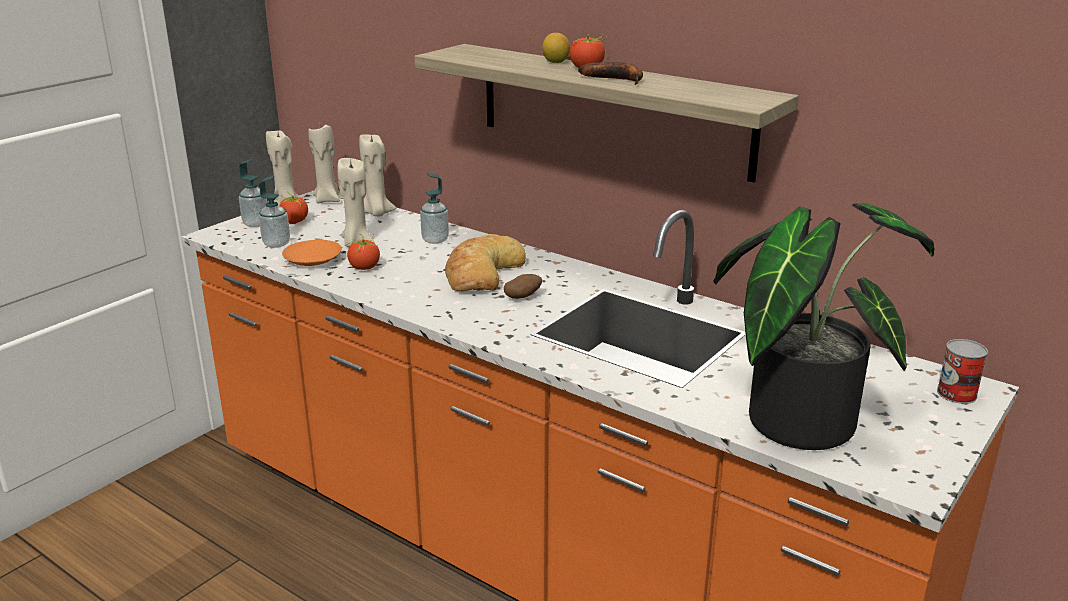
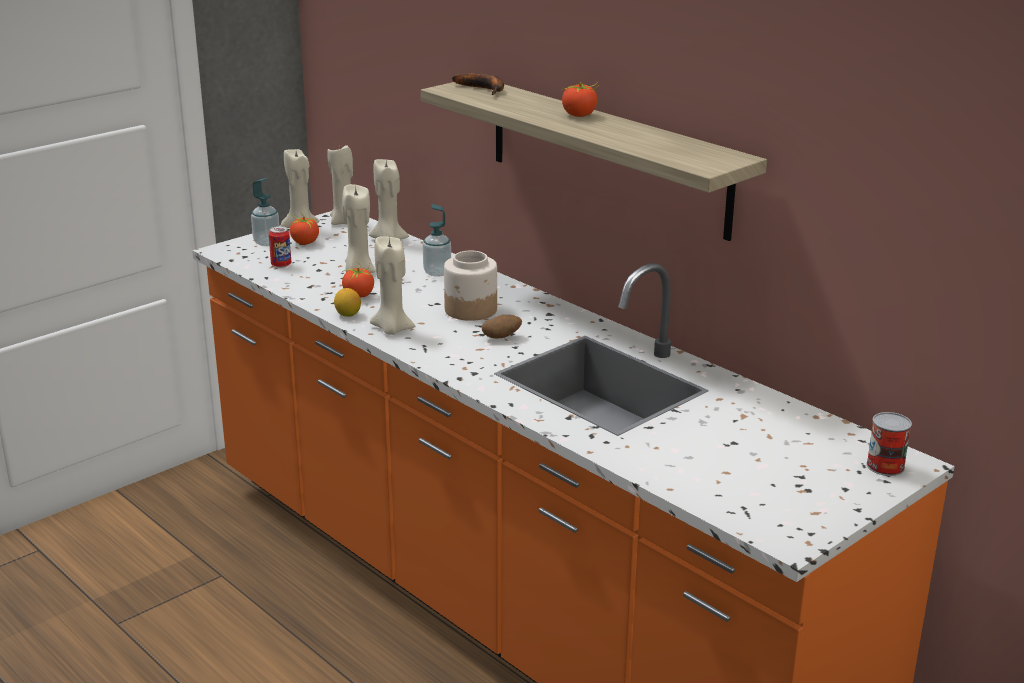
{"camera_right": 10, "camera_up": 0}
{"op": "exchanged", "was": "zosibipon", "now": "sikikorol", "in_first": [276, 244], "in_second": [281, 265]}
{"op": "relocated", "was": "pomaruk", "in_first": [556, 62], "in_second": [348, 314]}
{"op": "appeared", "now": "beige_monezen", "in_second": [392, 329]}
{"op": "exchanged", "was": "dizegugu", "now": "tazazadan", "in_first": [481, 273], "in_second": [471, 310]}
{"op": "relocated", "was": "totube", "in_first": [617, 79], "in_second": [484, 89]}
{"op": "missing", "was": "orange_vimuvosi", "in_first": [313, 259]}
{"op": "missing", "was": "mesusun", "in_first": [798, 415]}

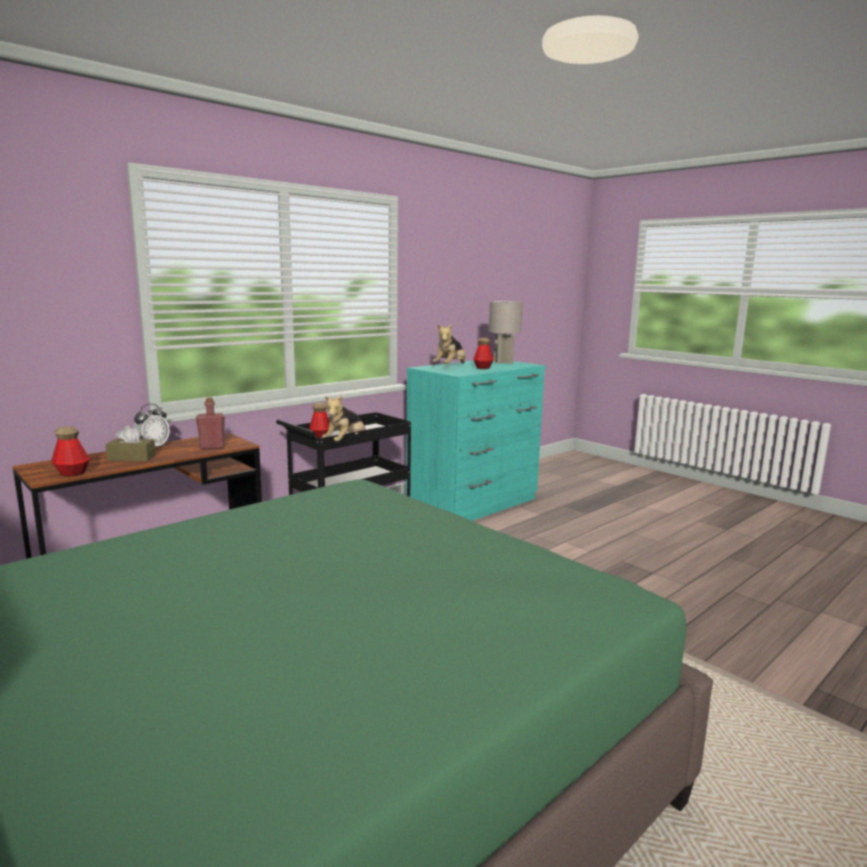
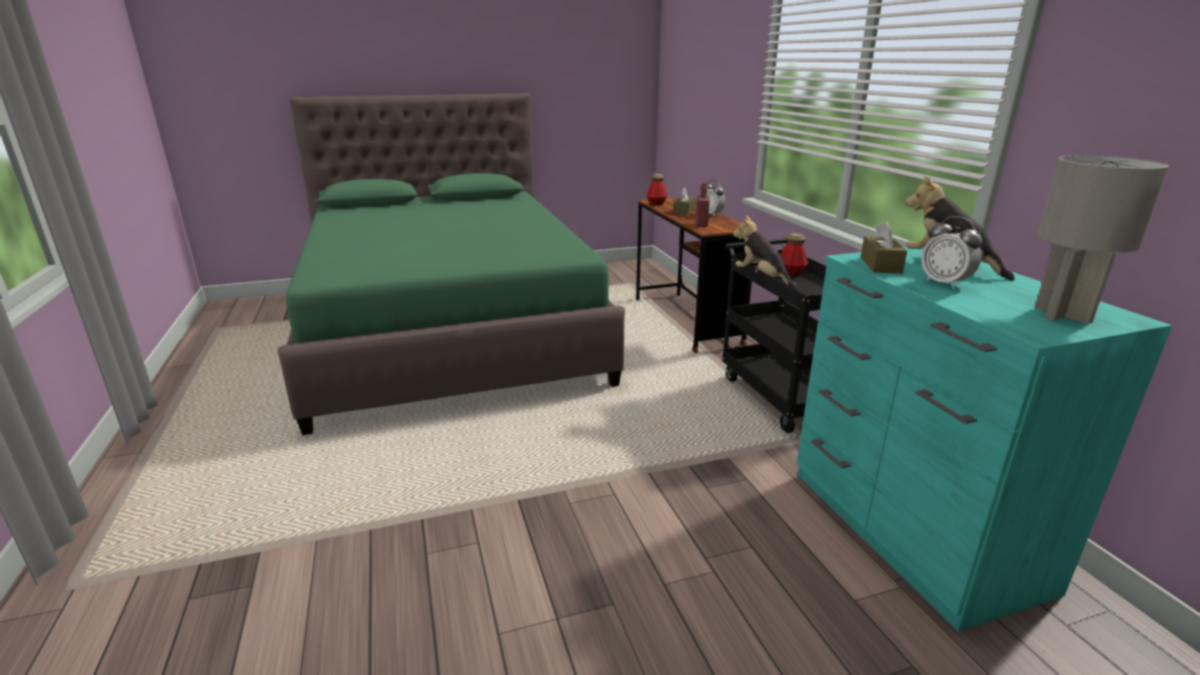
{"camera_right": 115, "camera_up": 10}
{"op": "appeared", "now": "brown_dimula", "in_second": [880, 265]}
{"op": "exchanged", "was": "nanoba", "now": "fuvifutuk", "in_first": [483, 368], "in_second": [944, 283]}

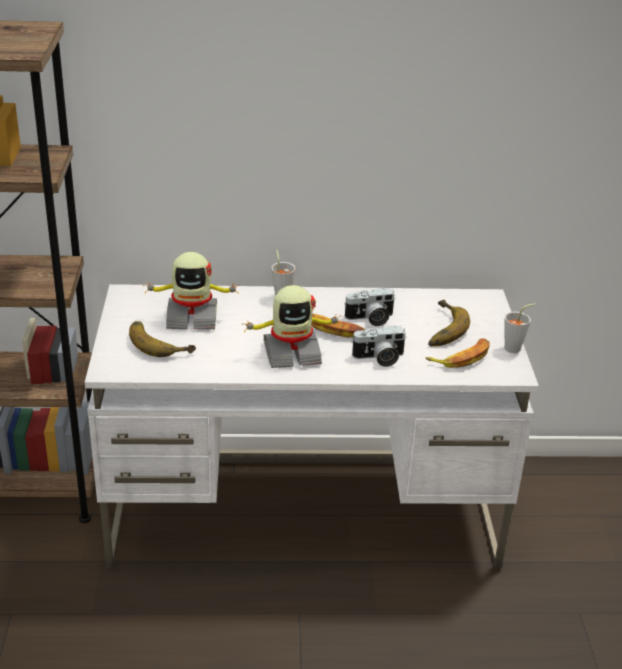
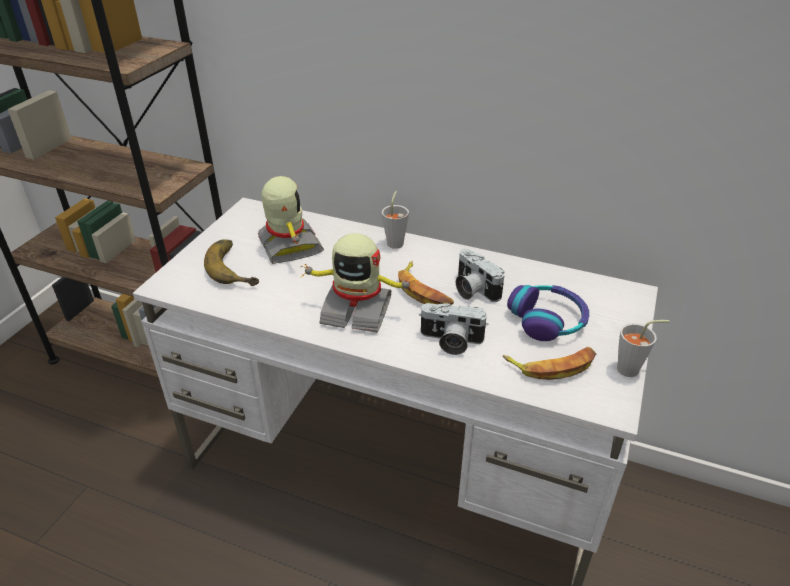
{"camera_right": 25, "camera_up": 5}
{"op": "spun", "was": "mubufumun", "in_first": [192, 317], "in_second": [288, 246], "clockwise": -135}
{"op": "spun", "was": "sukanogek", "in_first": [370, 319], "in_second": [472, 289], "clockwise": 45}
{"op": "exchanged", "was": "totube", "now": "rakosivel", "in_first": [439, 328], "in_second": [548, 320]}

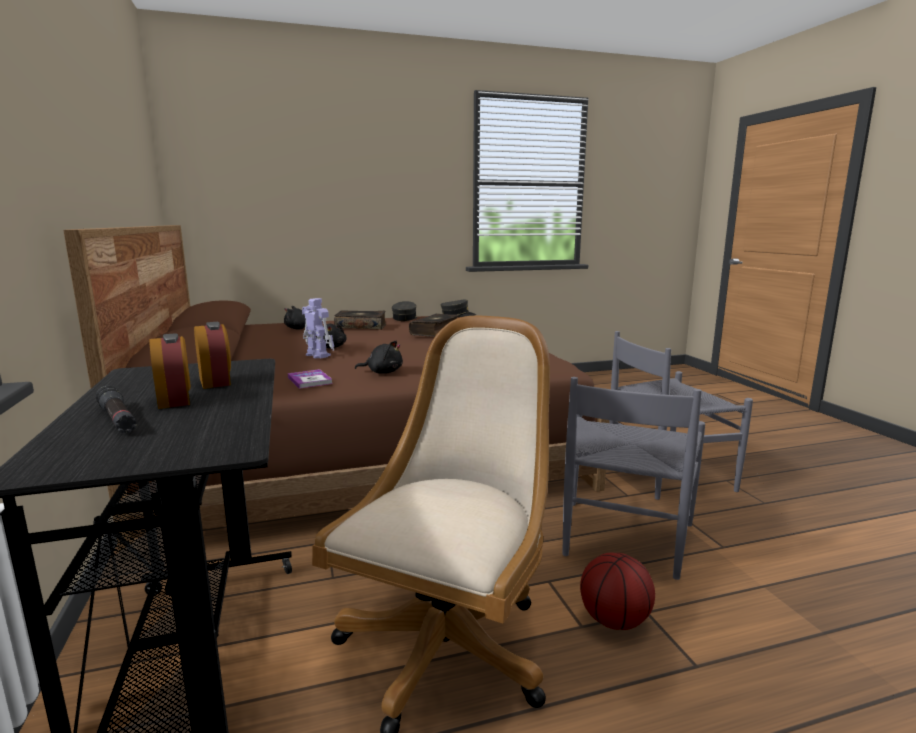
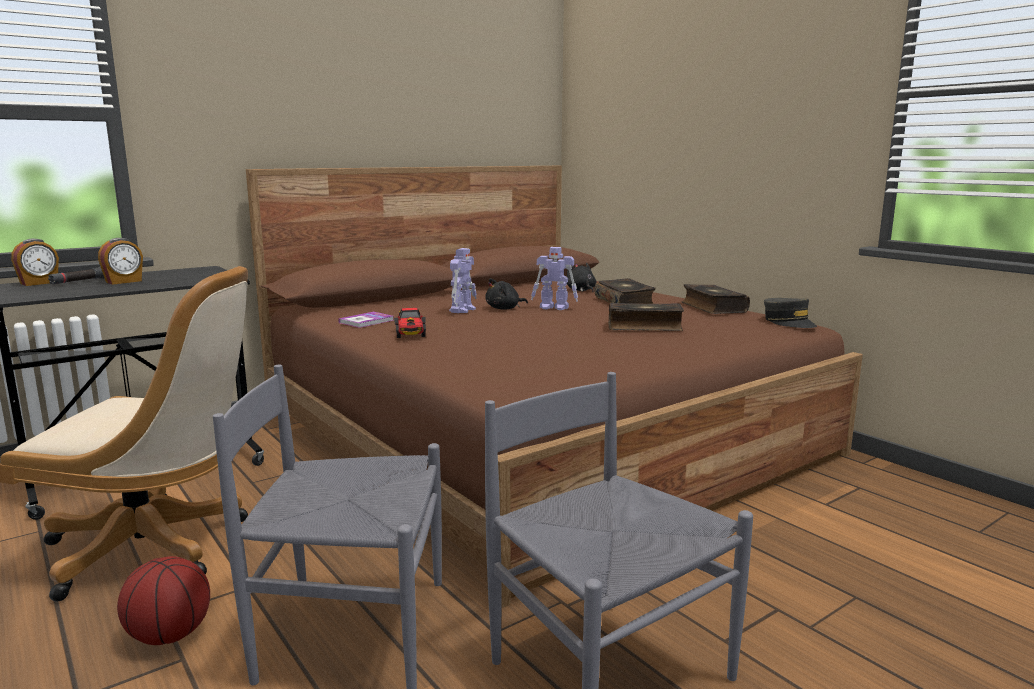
{"camera_right": 70, "camera_up": 0}
{"op": "relocated", "was": "fuvifutuk", "in_first": [216, 382], "in_second": [39, 283]}
{"op": "exchanged", "was": "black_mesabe", "now": "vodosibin", "in_first": [382, 372], "in_second": [410, 334]}
{"op": "appeared", "now": "mubufumun", "in_second": [554, 307]}
{"op": "exchanged", "was": "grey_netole", "now": "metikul", "in_first": [404, 318], "in_second": [712, 308]}

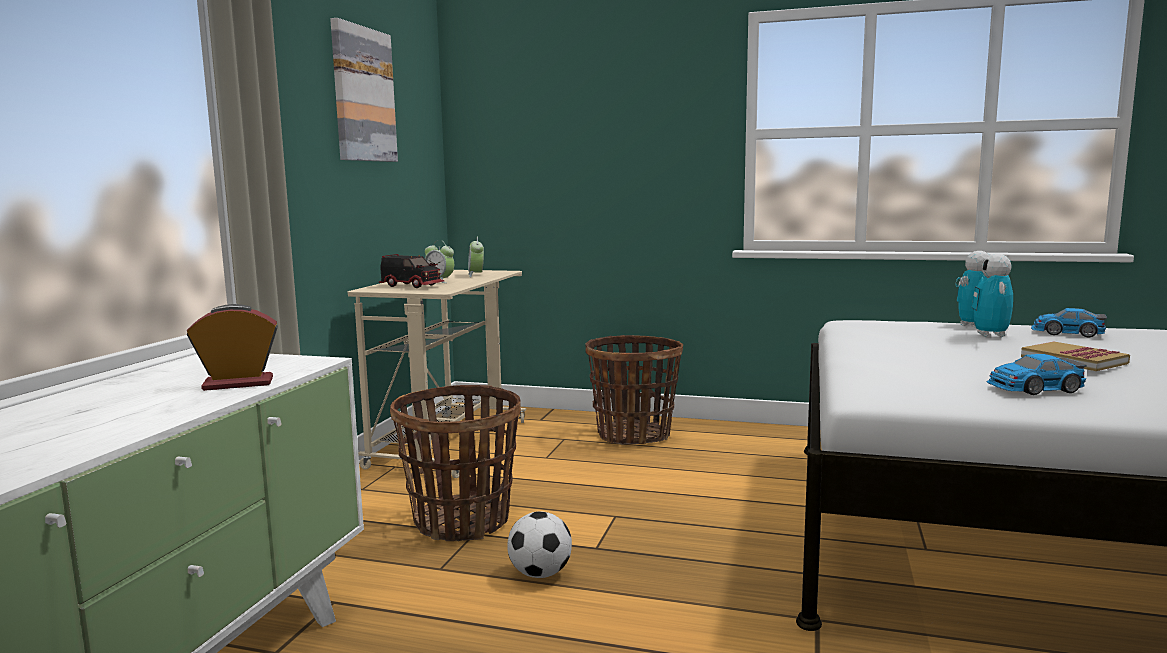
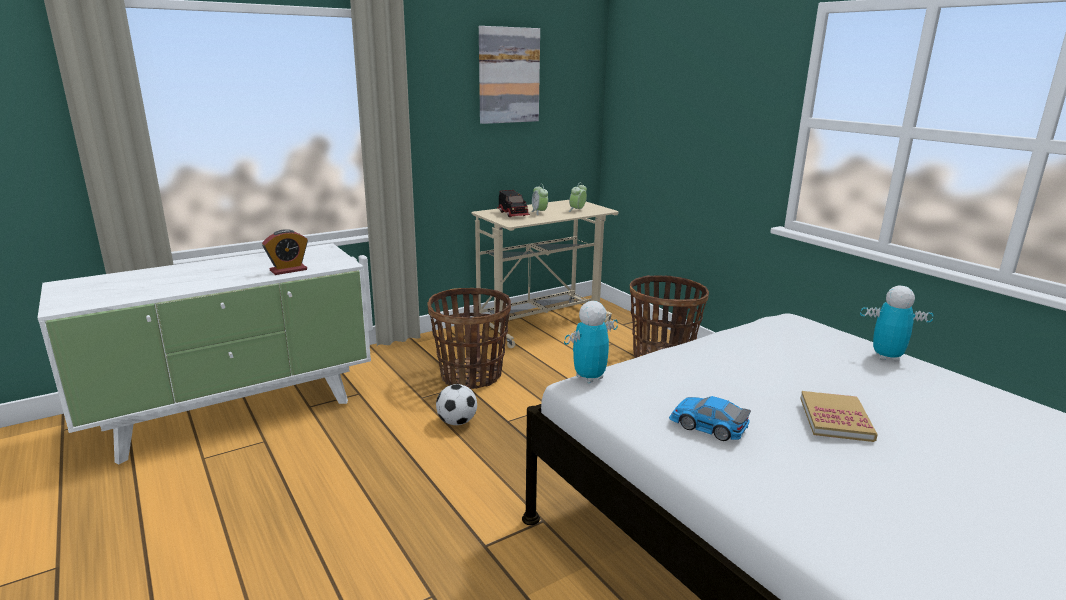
{"camera_right": 40, "camera_up": 10}
{"op": "spun", "was": "fuvifutuk", "in_first": [238, 384], "in_second": [288, 270], "clockwise": 120}
{"op": "relocated", "was": "mubufumun", "in_first": [990, 335], "in_second": [589, 378]}
{"op": "missing", "was": "vodosibin", "in_first": [1066, 333]}

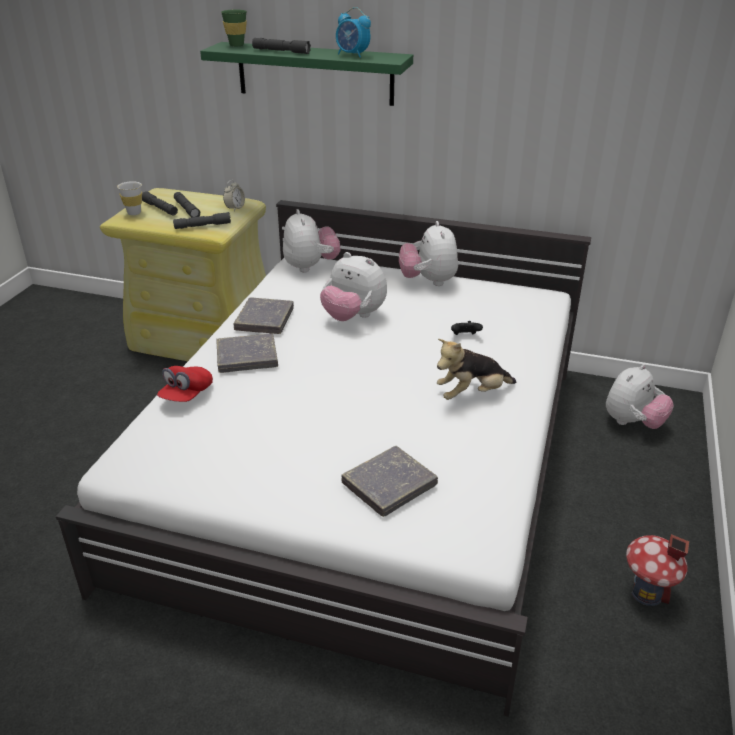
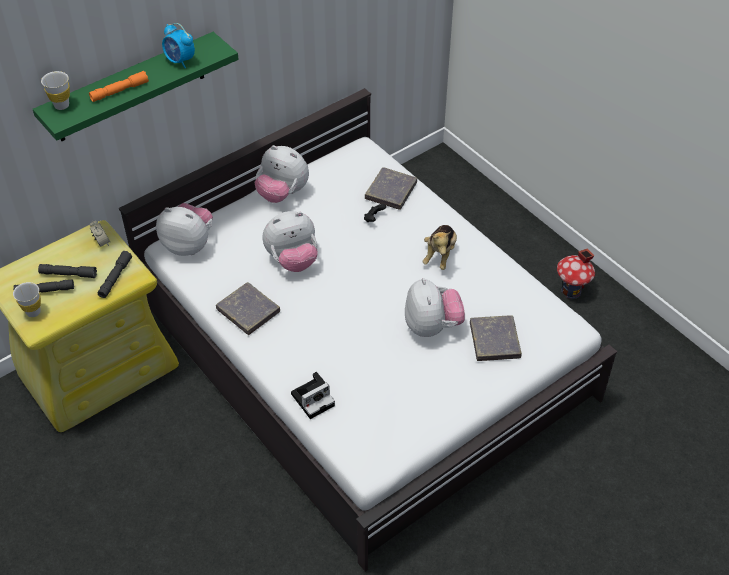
{"camera_right": -55, "camera_up": 15}
{"op": "colour", "was": "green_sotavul", "now": "white_sotavul", "in_first": [236, 45], "in_second": [61, 105]}
{"op": "colour", "was": "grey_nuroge", "now": "orange_nuroge", "in_first": [281, 51], "in_second": [119, 91]}
{"op": "spun", "was": "fuvifutuk", "in_first": [352, 55], "in_second": [180, 61], "clockwise": 60}
{"op": "exchanged", "was": "red_netole", "now": "sukanogek", "in_first": [186, 395], "in_second": [314, 398]}
{"op": "relocated", "was": "grey_metikul", "in_first": [247, 357], "in_second": [391, 191]}
{"op": "relocated", "was": "mesabe", "in_first": [632, 423], "in_second": [432, 326]}

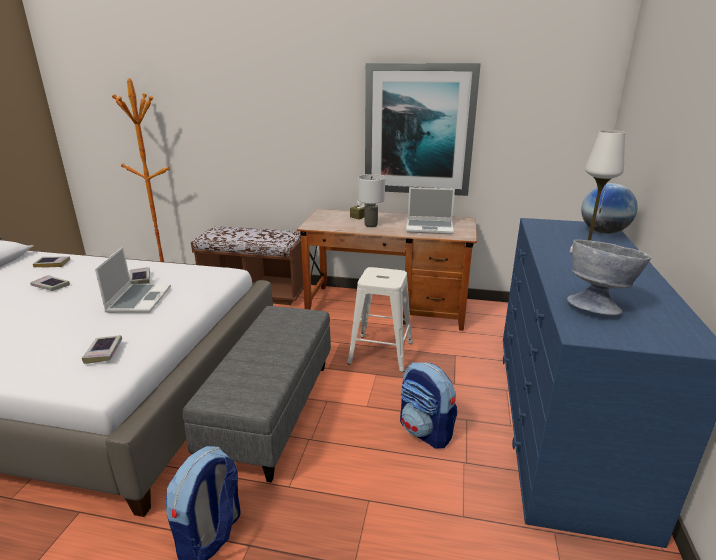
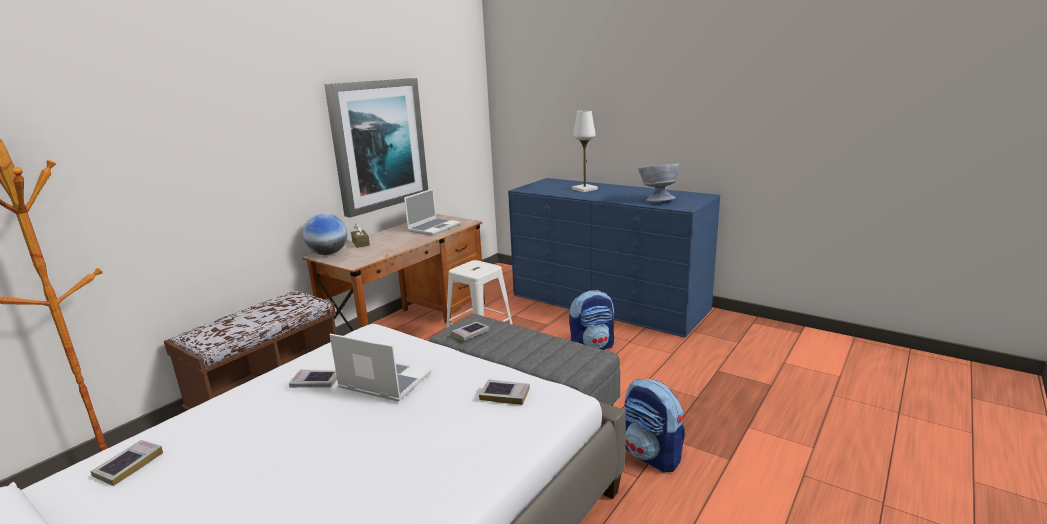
{"camera_right": -65, "camera_up": -5}
{"op": "relocated", "was": "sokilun", "in_first": [603, 232], "in_second": [328, 254]}
{"op": "relocated", "was": "metikul", "in_first": [50, 286], "in_second": [471, 334]}
{"op": "missing", "was": "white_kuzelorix", "in_first": [371, 225]}

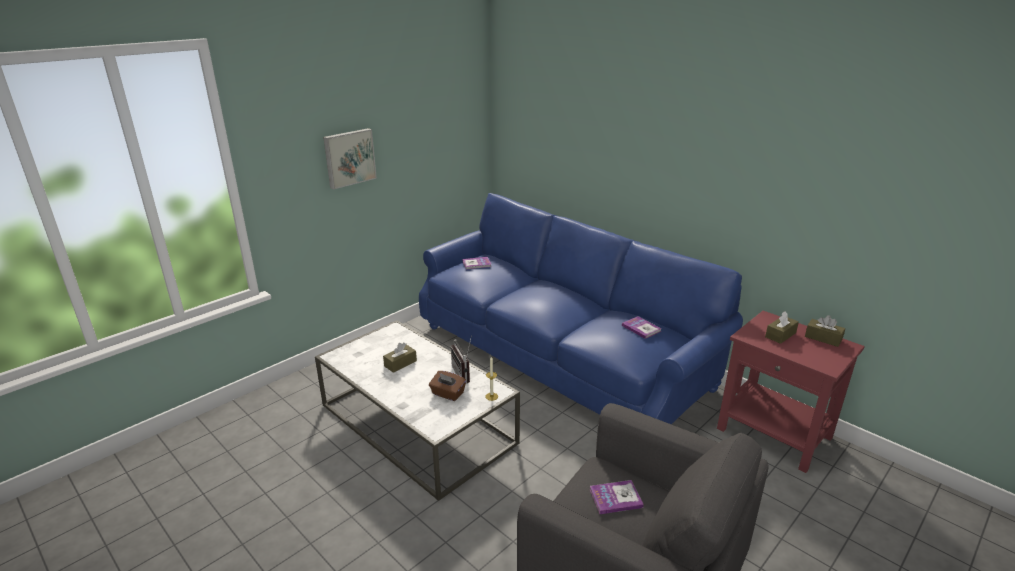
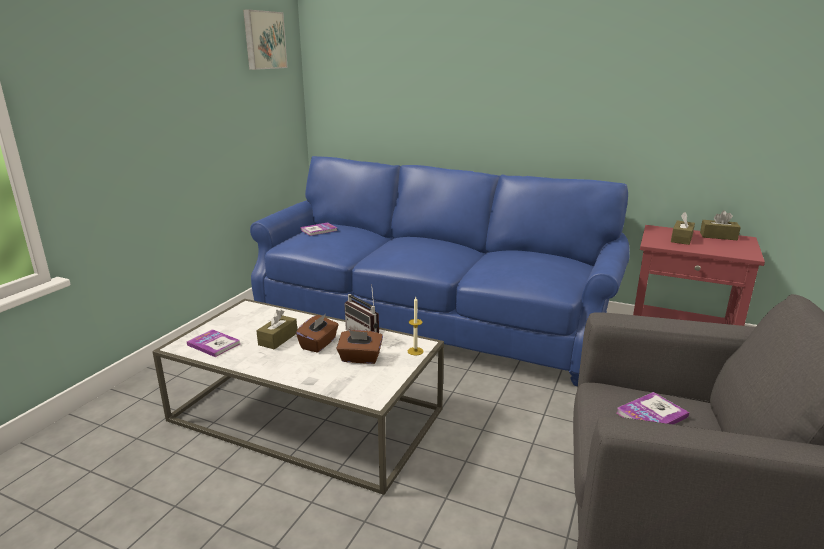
{"camera_right": -20, "camera_up": -5}
{"op": "relocated", "was": "metikul", "in_first": [641, 328], "in_second": [214, 344]}
{"op": "relocated", "was": "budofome", "in_first": [349, 157], "in_second": [263, 40]}
{"op": "appeared", "now": "brown_dimula", "in_second": [319, 344]}

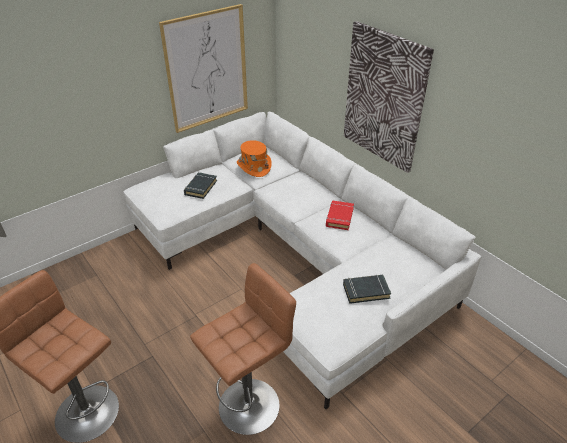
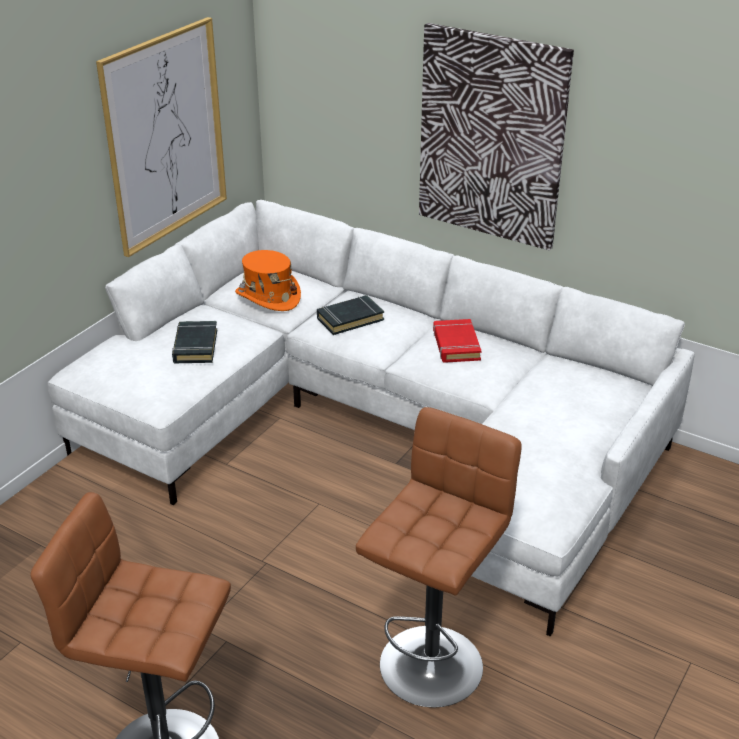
{"camera_right": -20, "camera_up": -5}
{"op": "relocated", "was": "black_metikul", "in_first": [366, 291], "in_second": [350, 319]}

